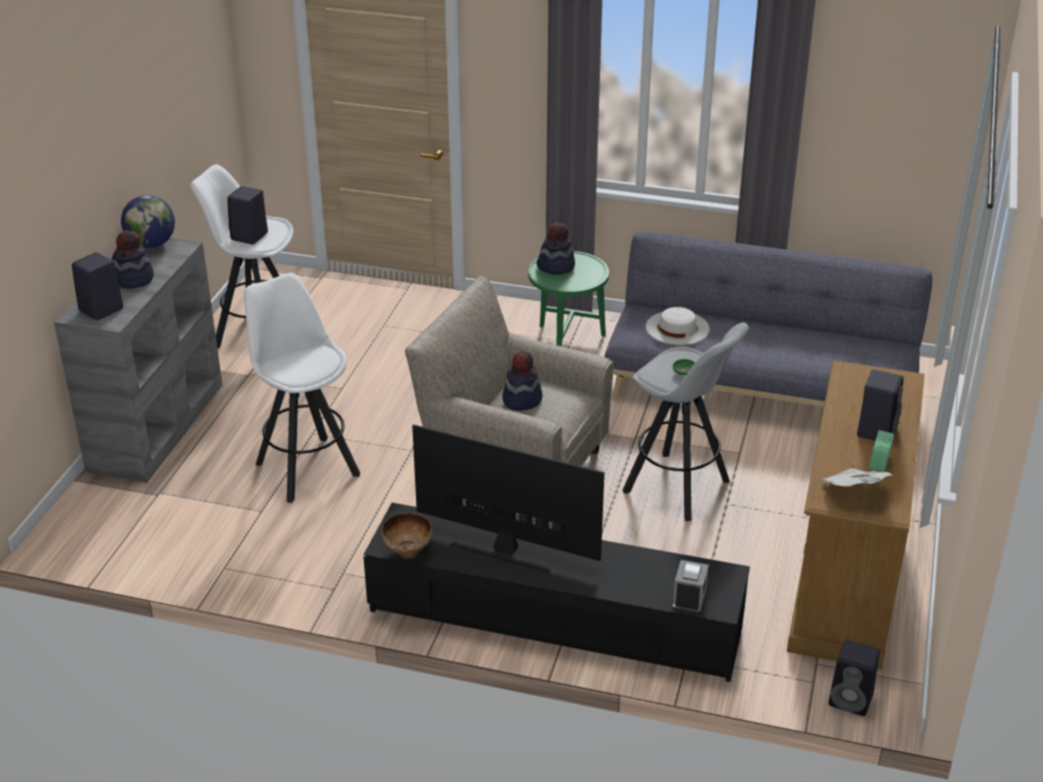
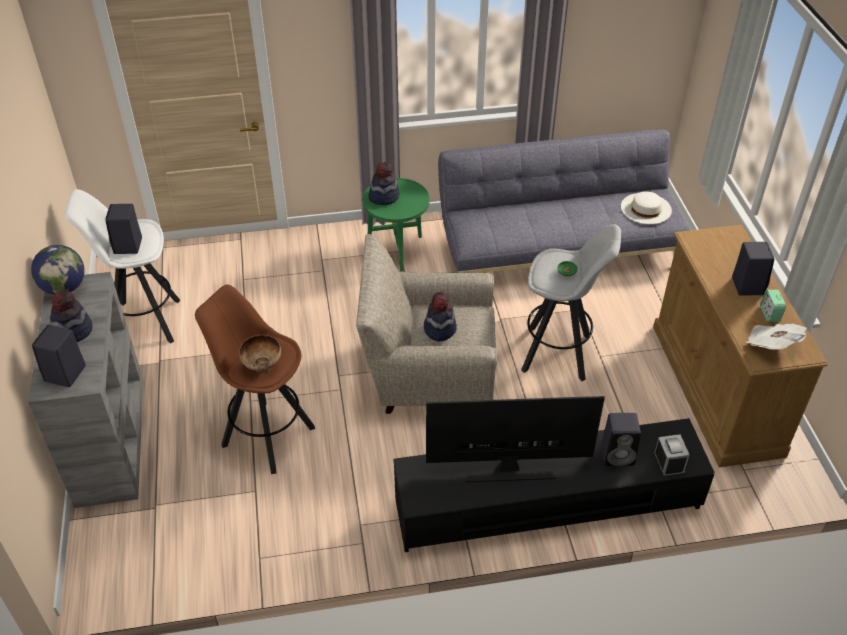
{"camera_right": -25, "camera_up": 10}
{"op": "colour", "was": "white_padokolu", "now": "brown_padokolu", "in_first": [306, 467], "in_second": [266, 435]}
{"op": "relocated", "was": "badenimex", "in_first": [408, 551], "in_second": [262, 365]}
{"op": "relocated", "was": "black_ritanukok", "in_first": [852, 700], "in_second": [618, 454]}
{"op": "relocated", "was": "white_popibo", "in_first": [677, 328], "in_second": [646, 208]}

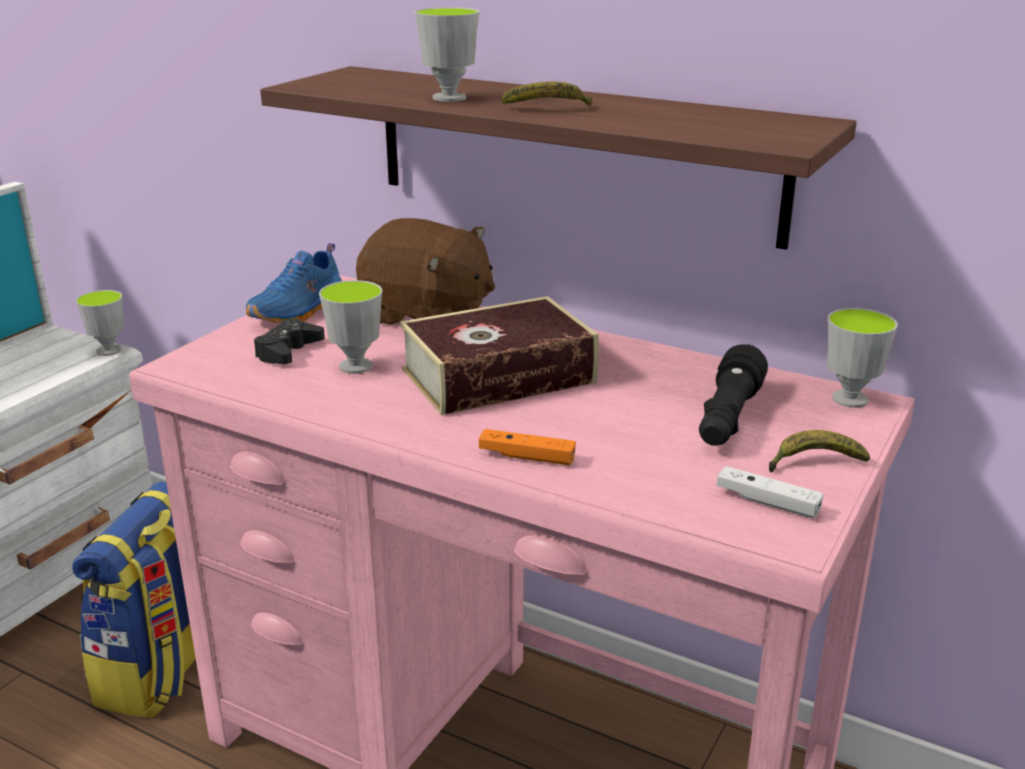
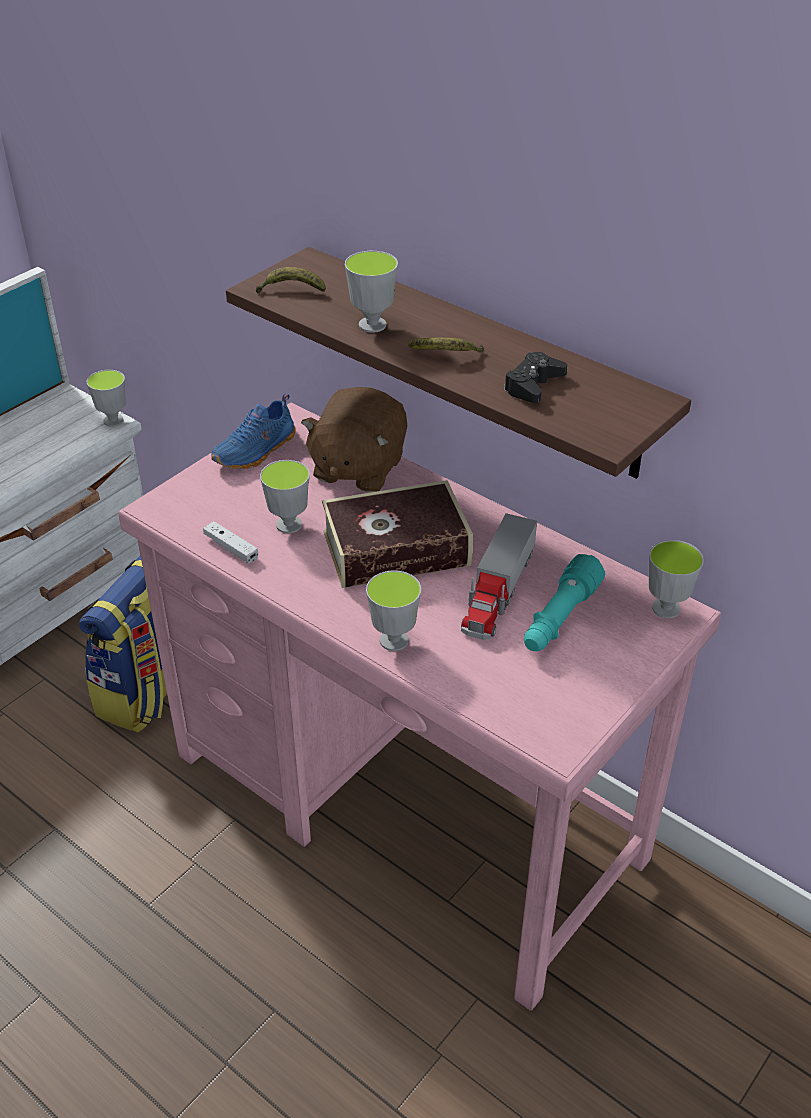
{"camera_right": 10, "camera_up": 15}
{"op": "relocated", "was": "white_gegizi", "in_first": [767, 502], "in_second": [231, 548]}
{"op": "relocated", "was": "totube", "in_first": [814, 463], "in_second": [291, 290]}
{"op": "spun", "was": "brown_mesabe", "in_first": [427, 315], "in_second": [357, 468], "clockwise": 75}
{"op": "exchanged", "was": "orange_gegizi", "now": "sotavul", "in_first": [526, 457], "in_second": [394, 640]}
{"op": "appeared", "now": "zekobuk", "in_second": [497, 592]}
{"op": "relocated", "was": "black_gegizi", "in_first": [288, 351], "in_second": [533, 385]}
{"op": "colour", "was": "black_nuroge", "now": "turquoise_nuroge", "in_first": [727, 419], "in_second": [559, 618]}

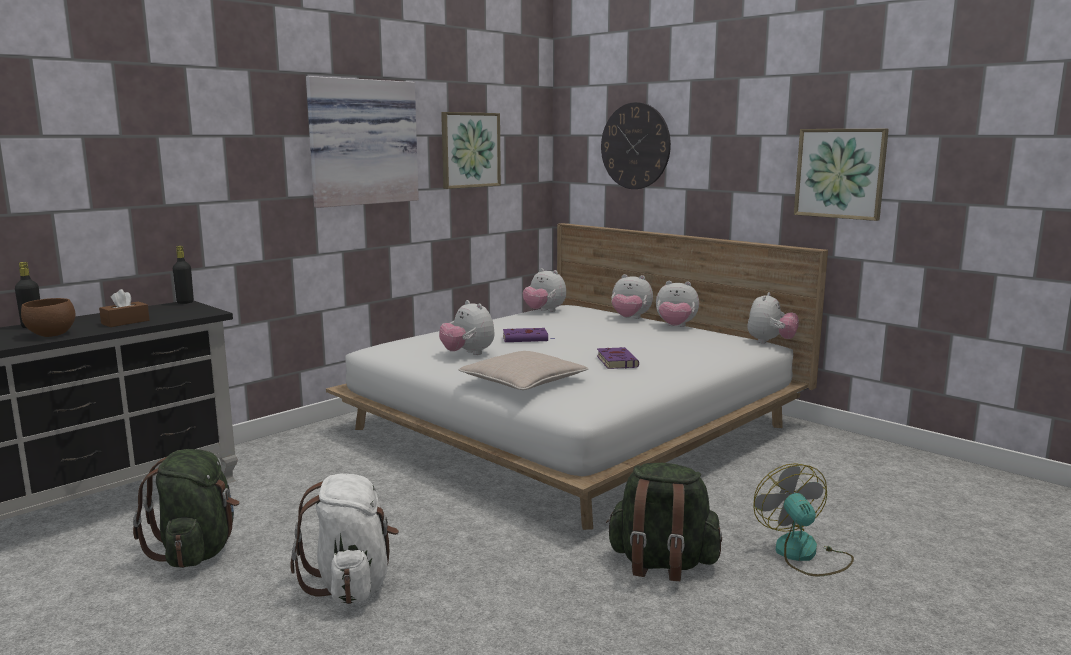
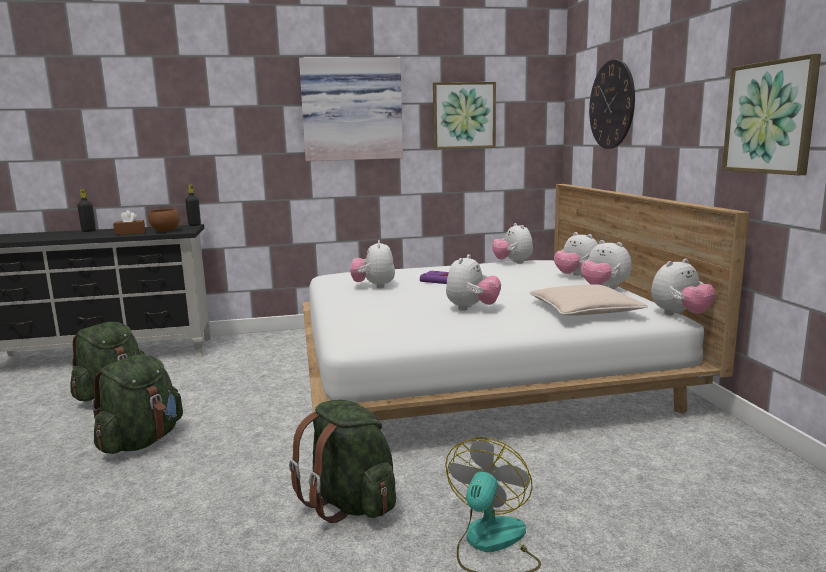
{"camera_right": 35, "camera_up": 0}
{"op": "colour", "was": "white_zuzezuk", "now": "green_zuzezuk", "in_first": [351, 584], "in_second": [141, 441]}
{"op": "relocated", "was": "brown_badenimex", "in_first": [51, 335], "in_second": [165, 231]}
{"op": "exchanged", "was": "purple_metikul", "now": "mesabe", "in_first": [616, 361], "in_second": [472, 308]}
{"op": "relocated", "was": "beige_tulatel", "in_first": [523, 380], "in_second": [584, 310]}

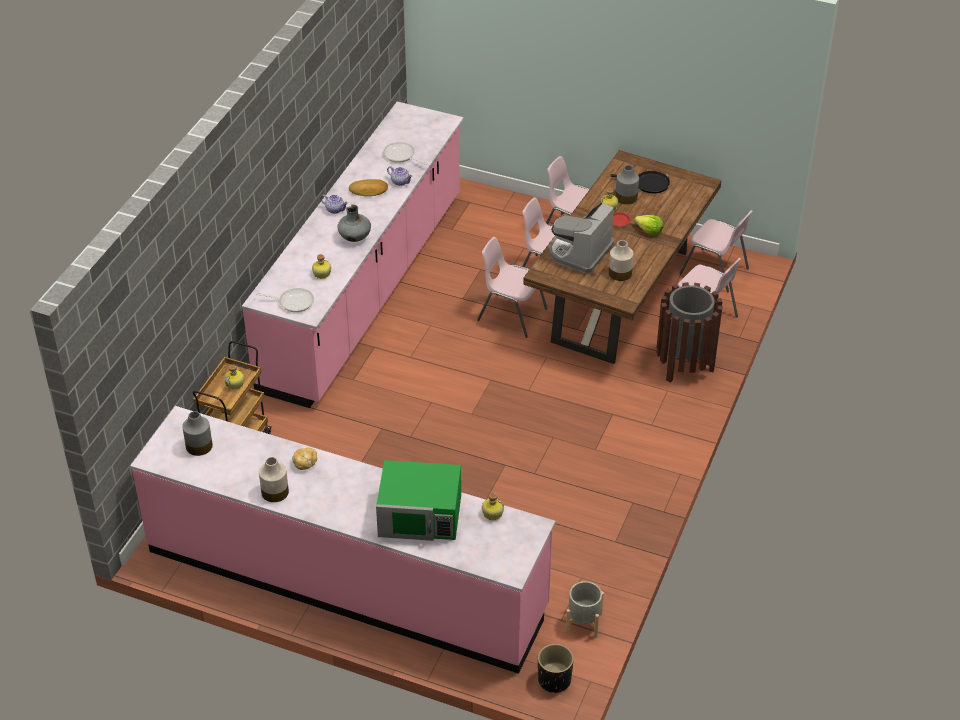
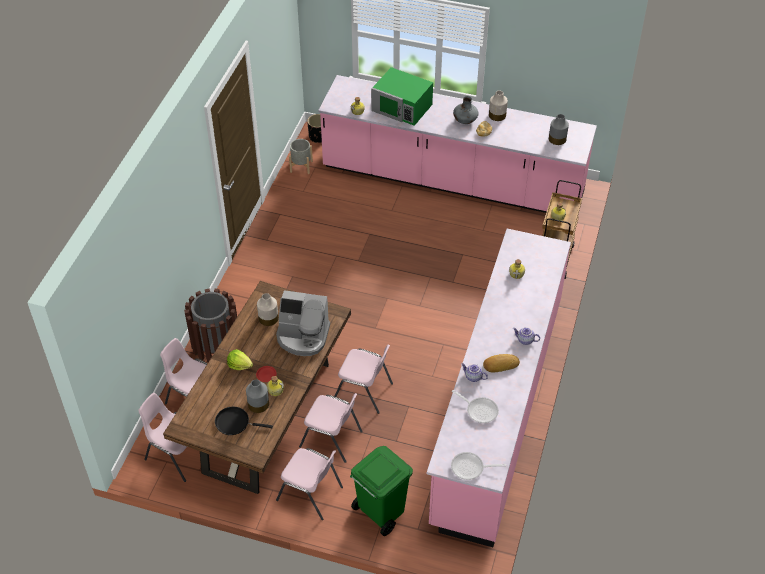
{"camera_right": 175, "camera_up": 5}
{"op": "spun", "was": "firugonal", "in_first": [579, 253], "in_second": [303, 336], "clockwise": 75}
{"op": "appeared", "now": "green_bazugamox", "in_second": [380, 512]}
{"op": "spun", "was": "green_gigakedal", "in_first": [420, 515], "in_second": [402, 107], "clockwise": -150}
{"op": "relocated", "was": "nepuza", "in_first": [293, 302], "in_second": [470, 468]}
{"op": "relocated", "was": "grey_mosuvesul", "in_first": [355, 237], "in_second": [465, 121]}

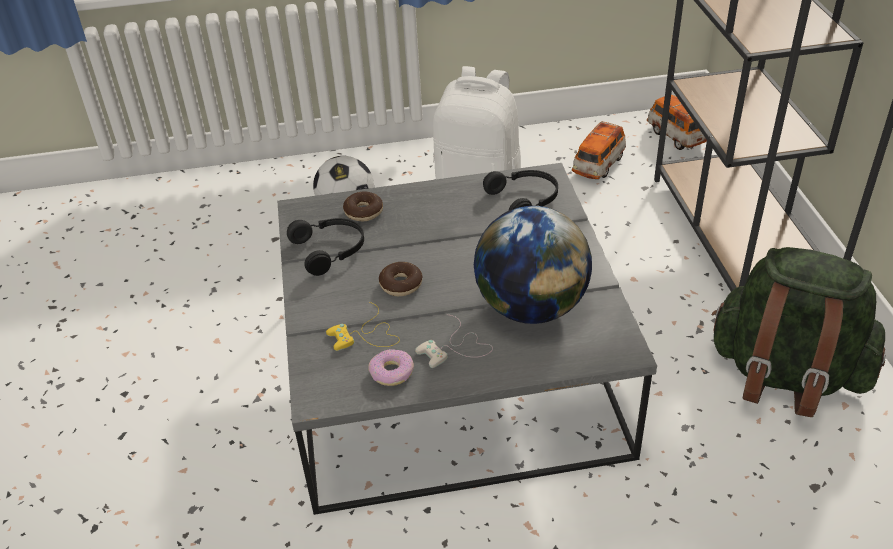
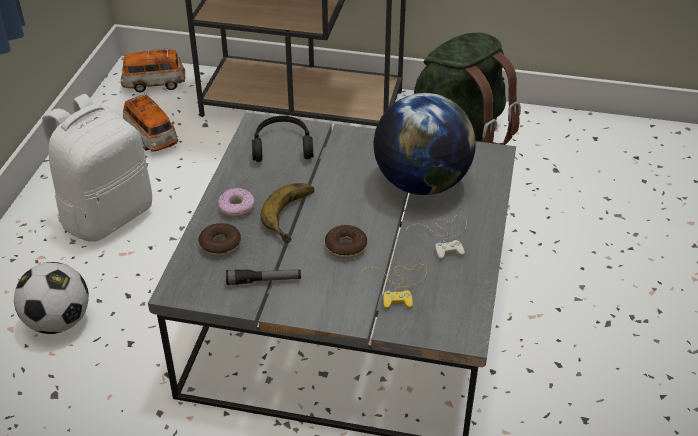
{"camera_right": -70, "camera_up": 0}
{"op": "relocated", "was": "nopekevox", "in_first": [392, 373], "in_second": [237, 207]}
{"op": "exchanged", "was": "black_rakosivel", "now": "nuroge", "in_first": [330, 250], "in_second": [264, 281]}
{"op": "appeared", "now": "totube", "in_second": [295, 216]}

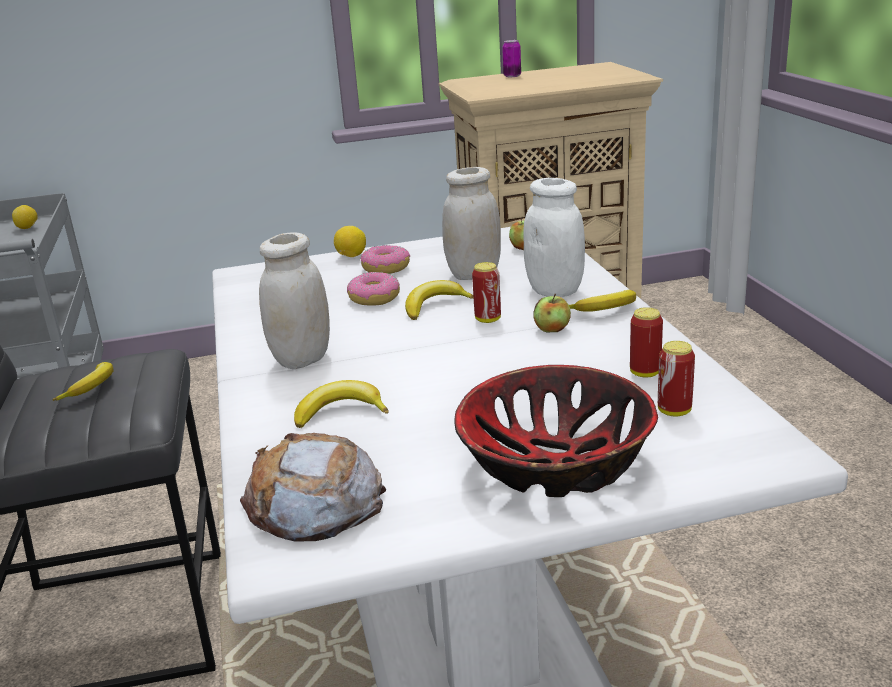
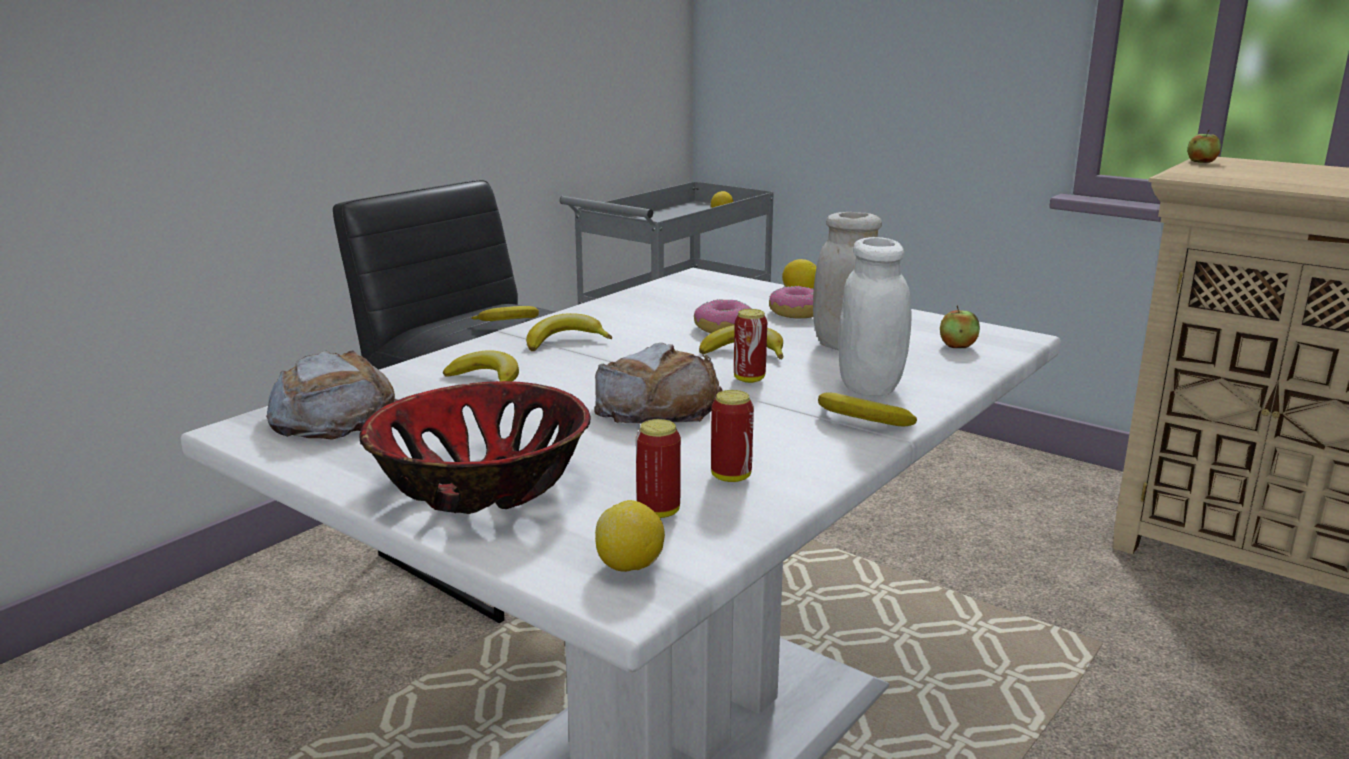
{"camera_right": 50, "camera_up": -5}
{"op": "exchanged", "was": "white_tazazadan", "now": "totube", "in_first": [302, 359], "in_second": [565, 341]}
{"op": "appeared", "now": "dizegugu", "in_second": [657, 405]}
{"op": "appeared", "now": "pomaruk", "in_second": [630, 567]}
{"op": "relocated", "was": "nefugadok", "in_first": [552, 329], "in_second": [1201, 162]}
{"op": "missing", "was": "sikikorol", "in_first": [512, 76]}

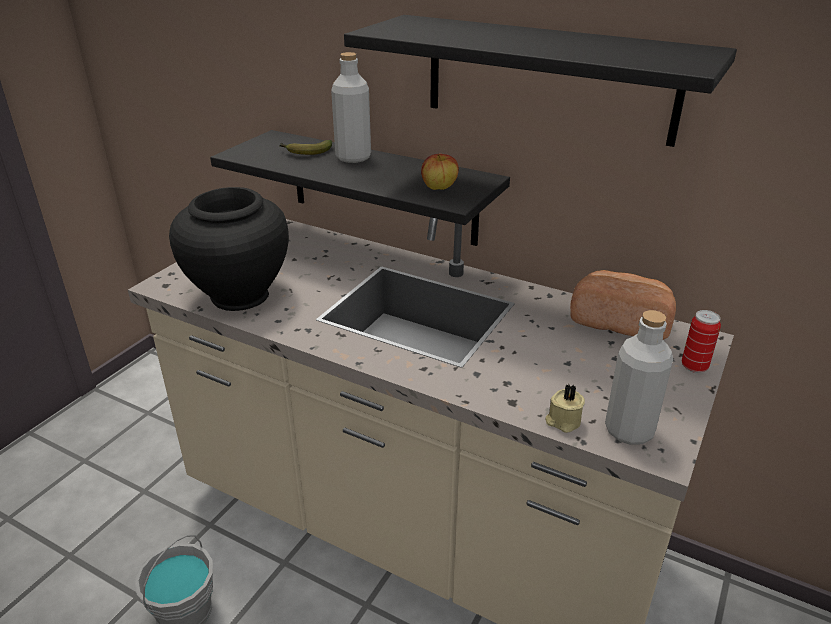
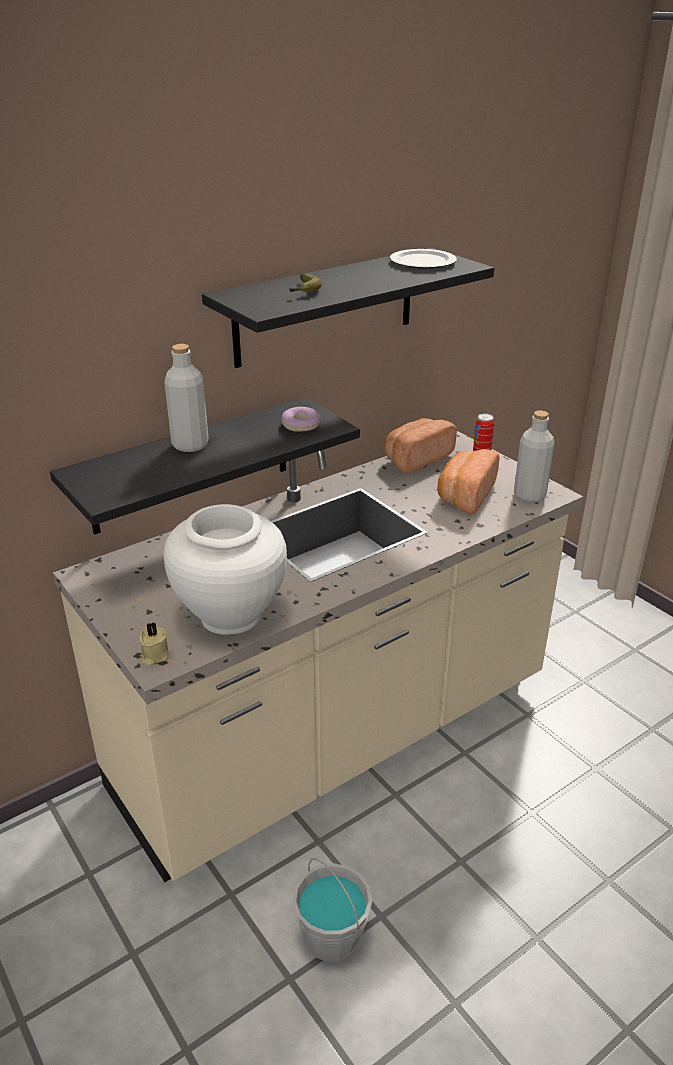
{"camera_right": -65, "camera_up": 0}
{"op": "relocated", "was": "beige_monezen", "in_first": [563, 421], "in_second": [154, 656]}
{"op": "colour", "was": "black_mosuvesul", "now": "white_mosuvesul", "in_first": [239, 296], "in_second": [231, 616]}
{"op": "exchanged", "was": "nefugadok", "now": "nopekevox", "in_first": [439, 187], "in_second": [301, 425]}
{"op": "relocated", "was": "totube", "in_first": [305, 152], "in_second": [304, 291]}
{"op": "appeared", "now": "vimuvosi", "in_second": [424, 262]}
{"op": "appeared", "now": "dizegugu", "in_second": [464, 495]}

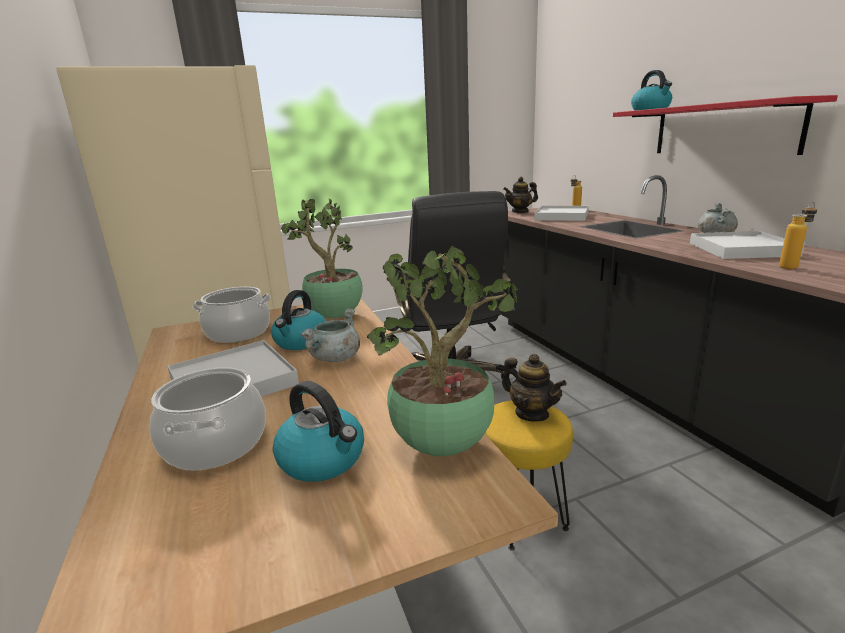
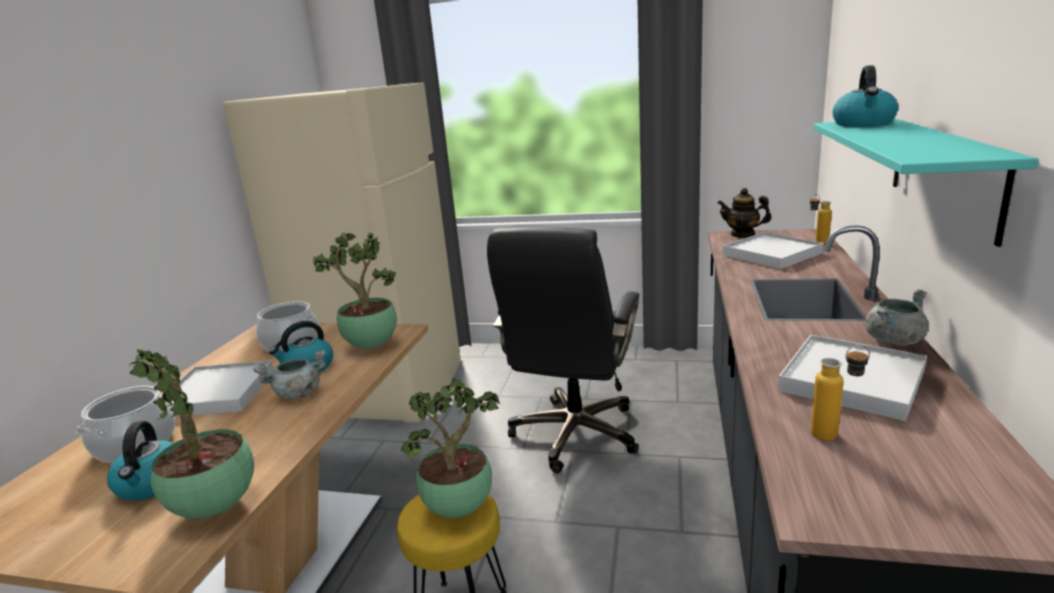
{"camera_right": 35, "camera_up": 0}
{"op": "exchanged", "was": "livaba", "now": "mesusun", "in_first": [531, 413], "in_second": [461, 508]}
{"op": "colour", "was": "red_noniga", "now": "turquoise_noniga", "in_first": [724, 129], "in_second": [943, 172]}

